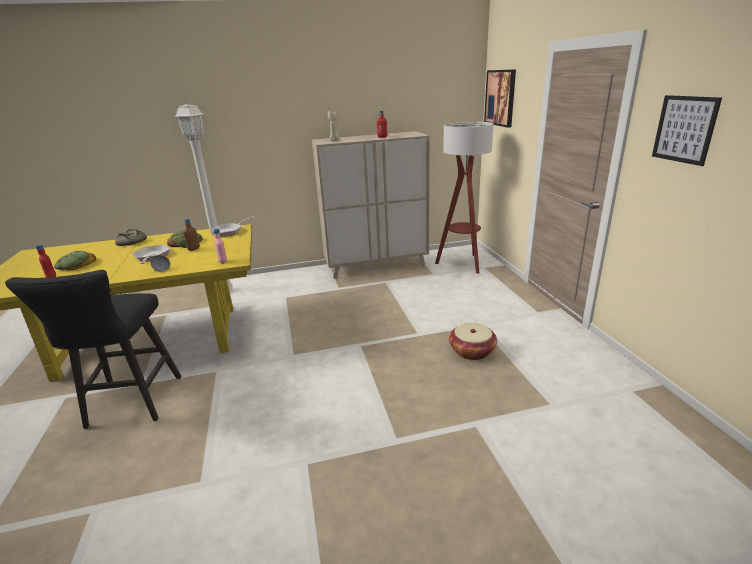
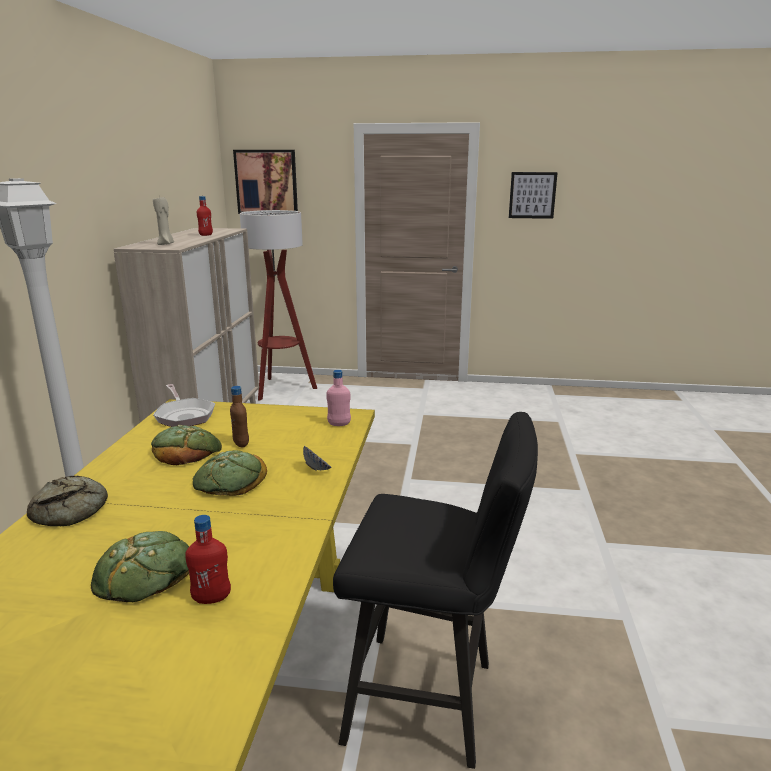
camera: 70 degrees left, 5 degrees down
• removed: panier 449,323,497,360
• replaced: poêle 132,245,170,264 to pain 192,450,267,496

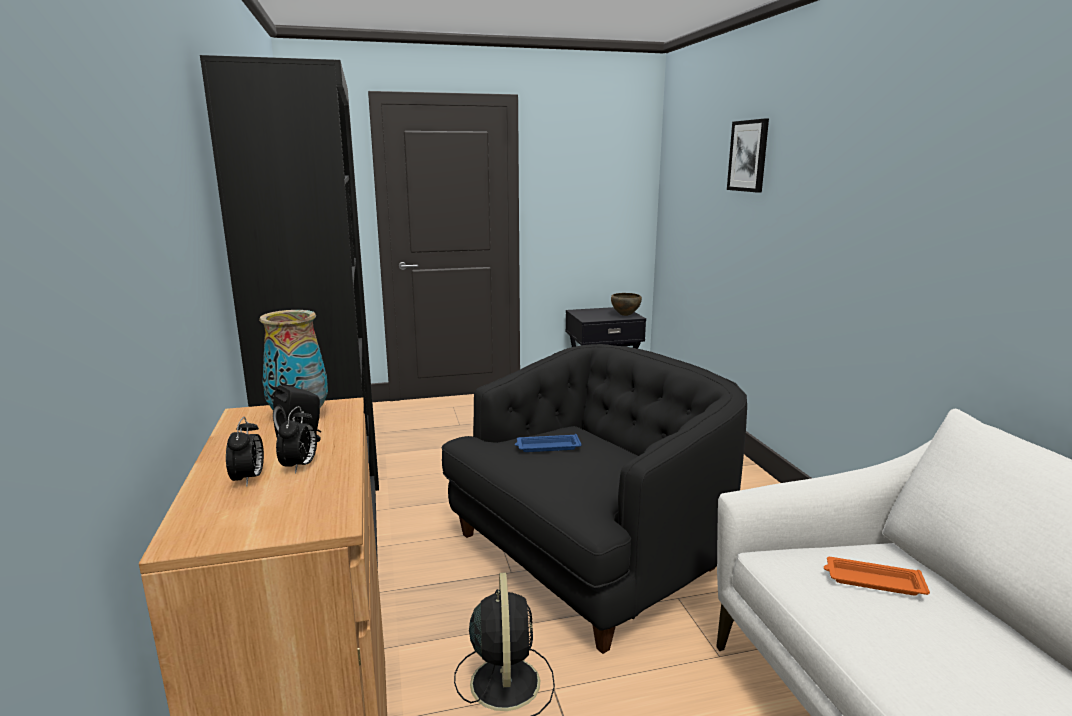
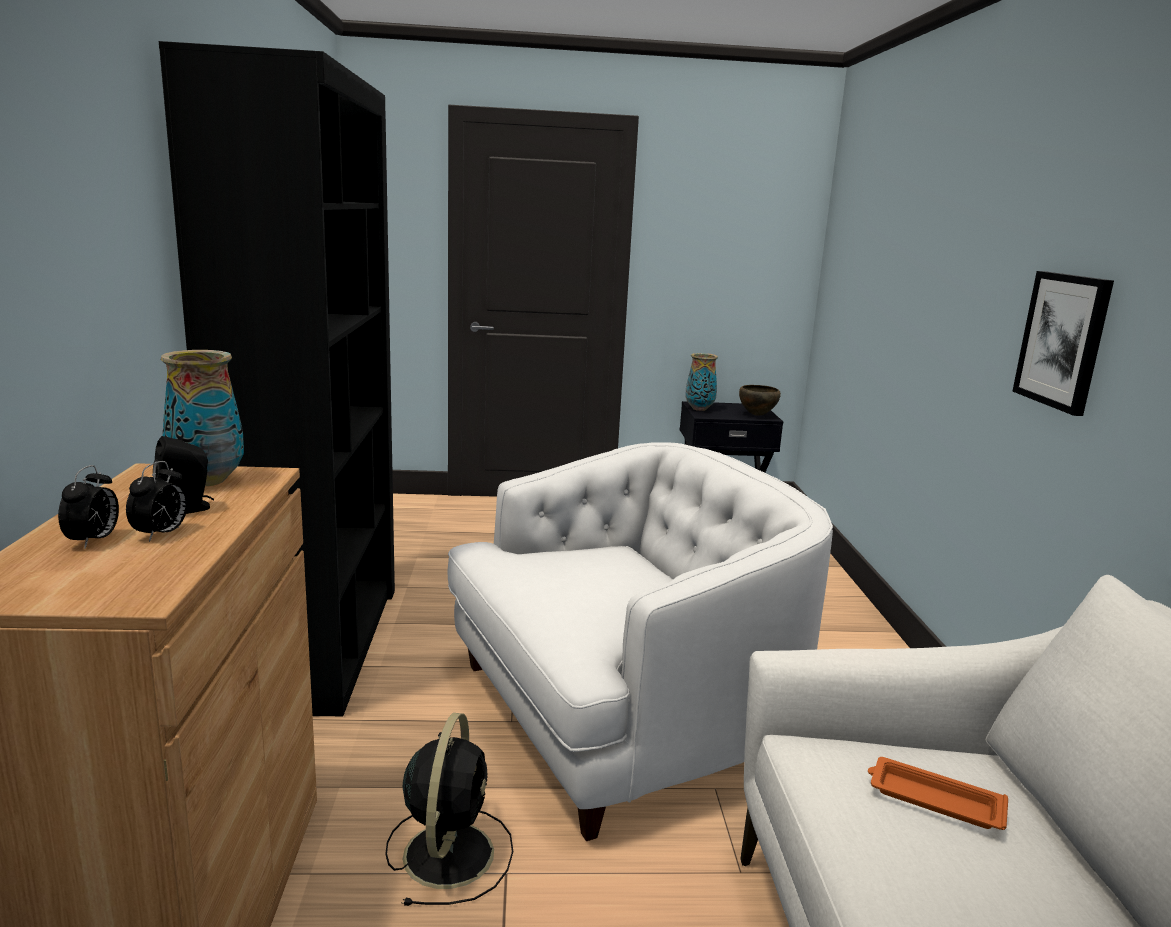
camera: 10 degrees right, 0 degrees up
• removed: plateau (bleu) 515,434,582,452
• added: vase 685,353,718,411
• moved: tableau 727,118,769,193 to 1012,271,1114,416
• recoloured: fauteuil (noir) 441,344,747,654 to fauteuil (blanc) 448,442,833,841

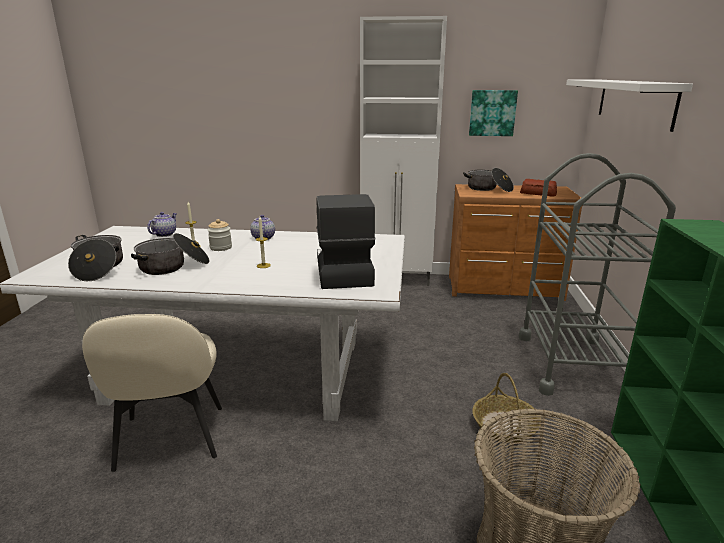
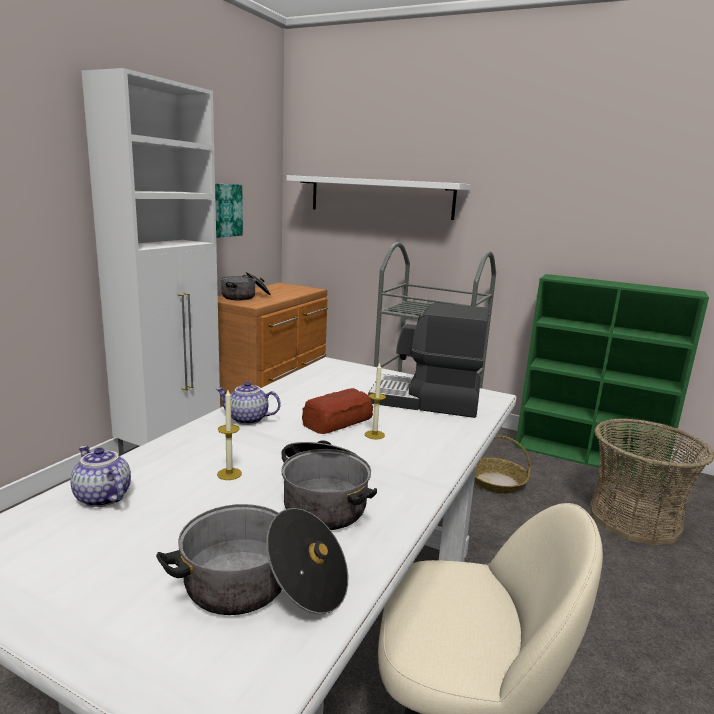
camera: 70 degrees left, 5 degrees down
• removed: bocal 208,219,232,251
• moved: pain 520,179,557,197 to 302,388,373,434

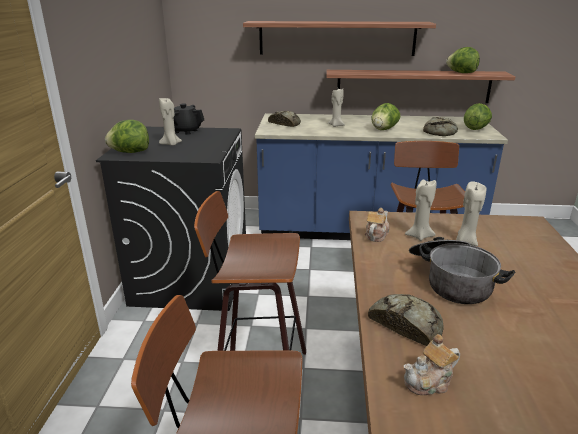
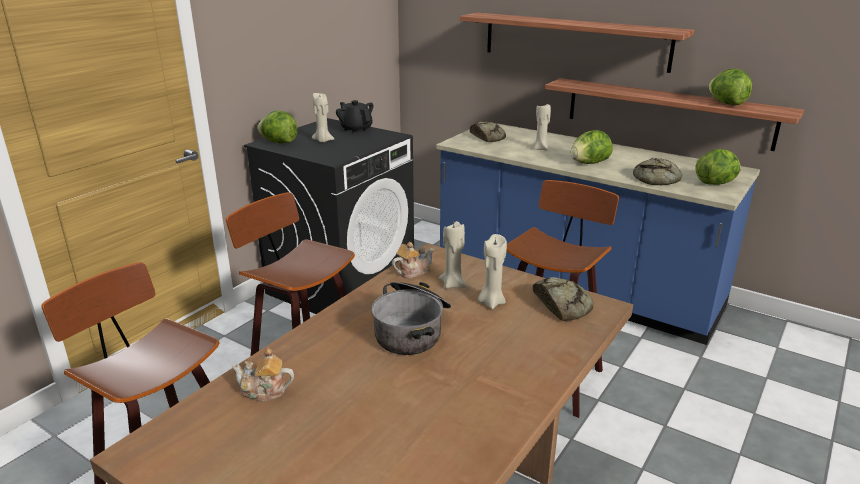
camera: 30 degrees right, 0 degrees up
• moved: pain 368,294,444,346 to 533,277,593,321

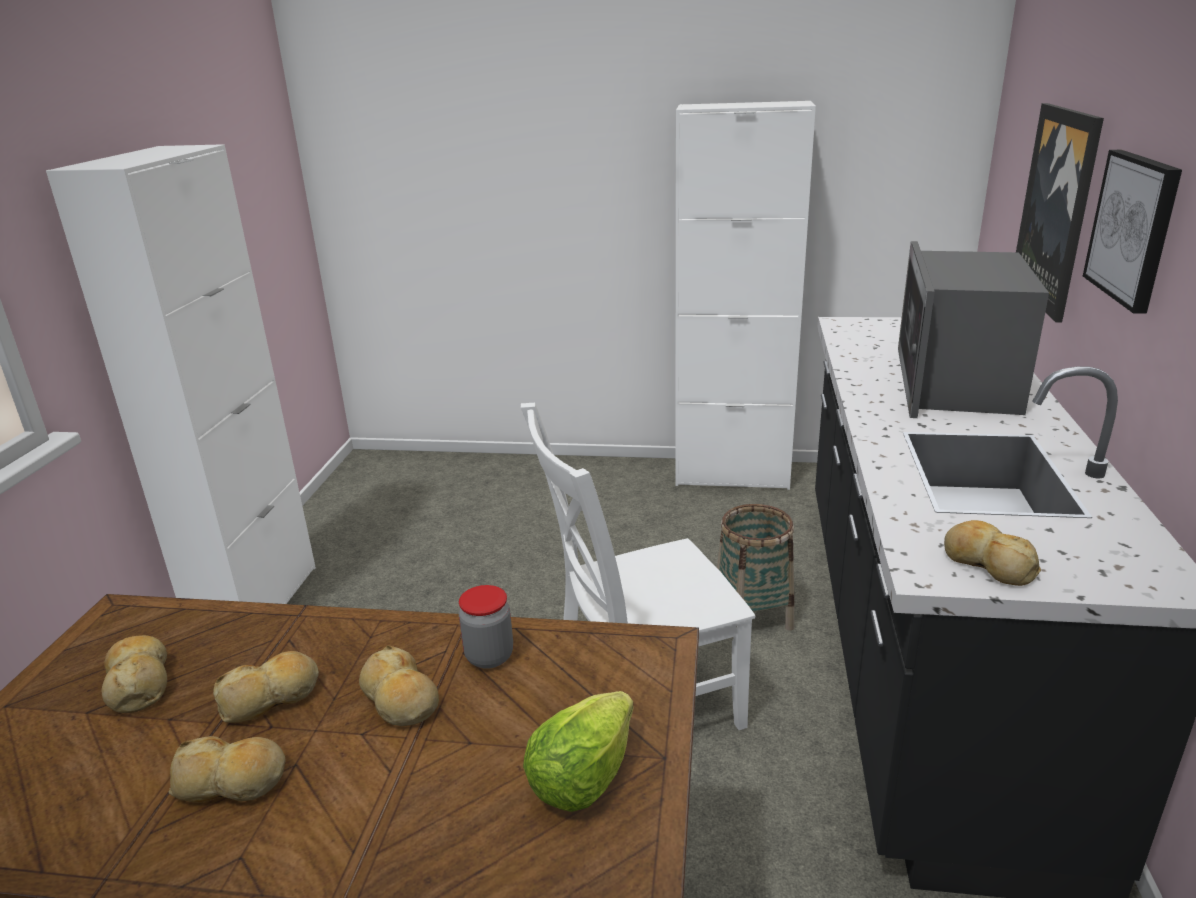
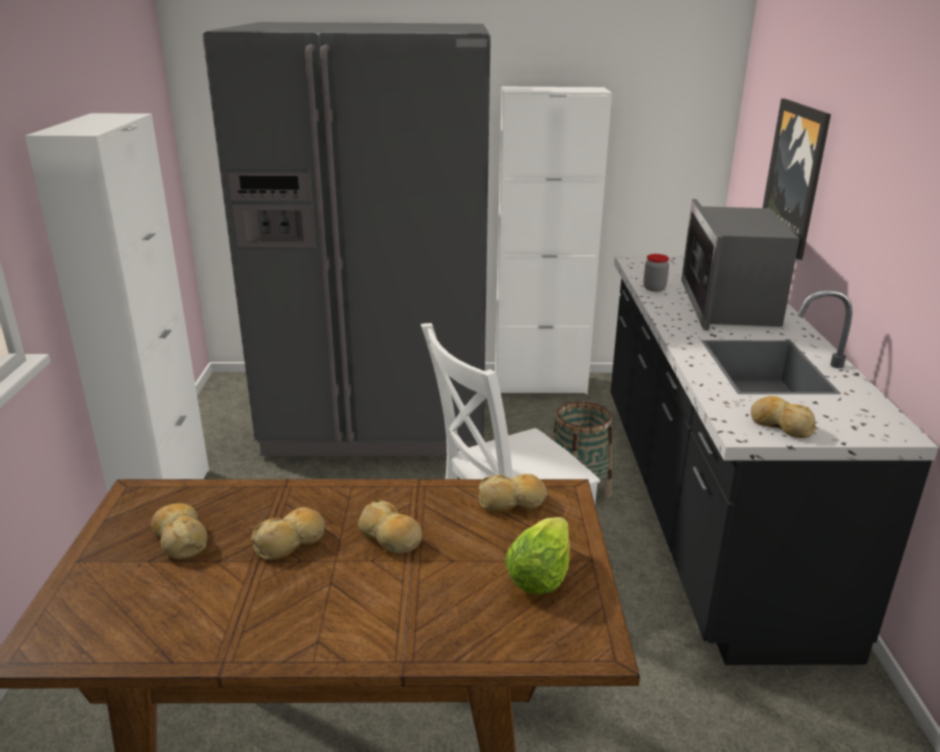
camera: 10 degrees left, 0 degrees up
• removed: tableau 1083,150,1182,314
• added: réfrigérateur (gris) 202,22,491,456
• moved: pain 169,736,286,803 to 479,474,547,512
• moved: bocal 459,585,513,669 to 643,254,669,292

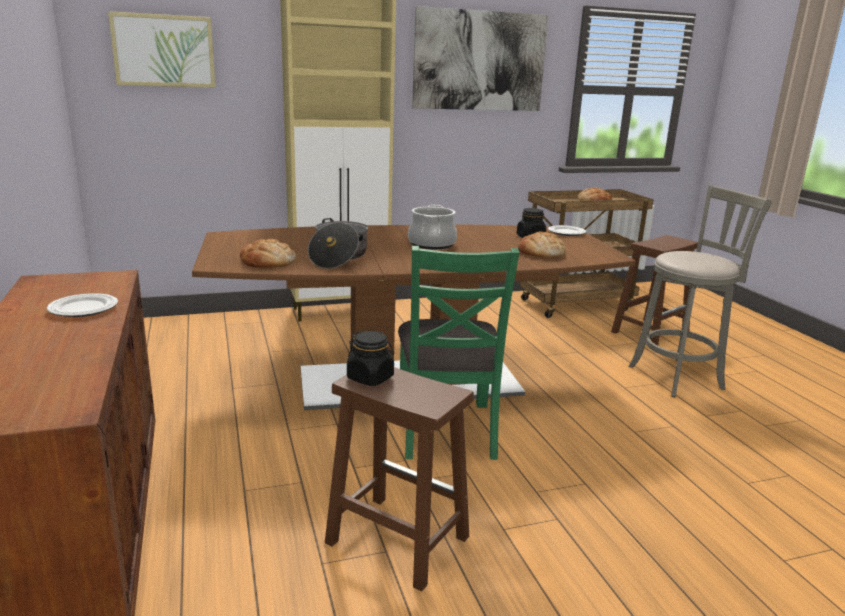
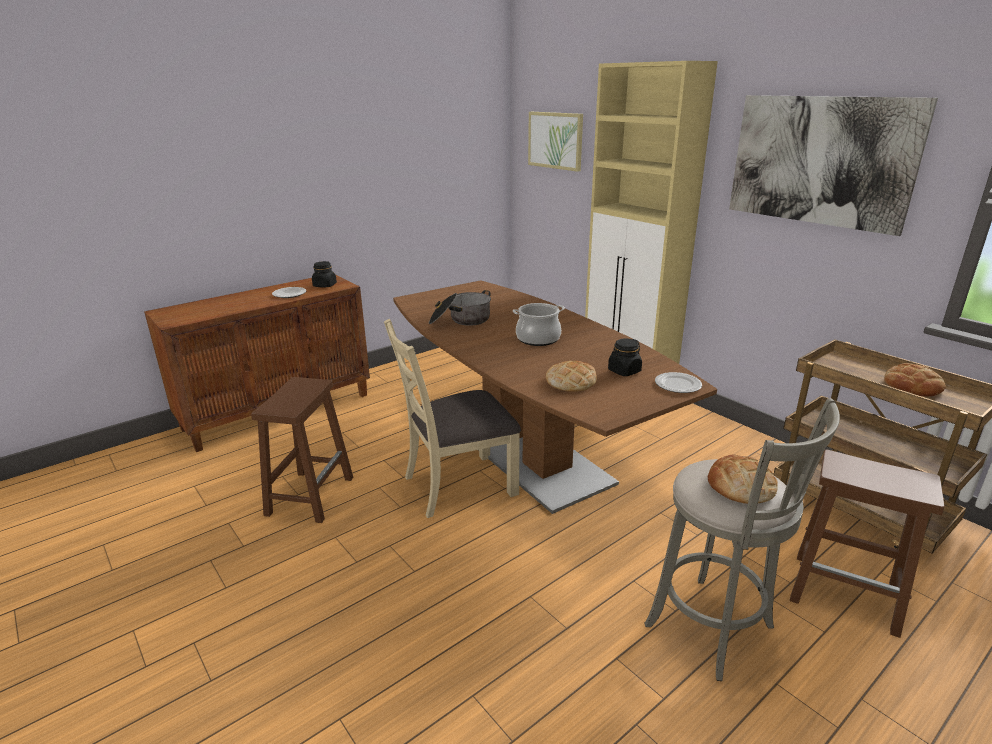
camera: 70 degrees right, 5 degrees up
• moved: pain 240,239,296,268 to 708,454,778,504
• moved: bocal (noir) 347,331,394,386 to 312,261,337,287
• recoloured: chaise (vert) 398,246,519,460 to chaise (beige) 384,319,521,518

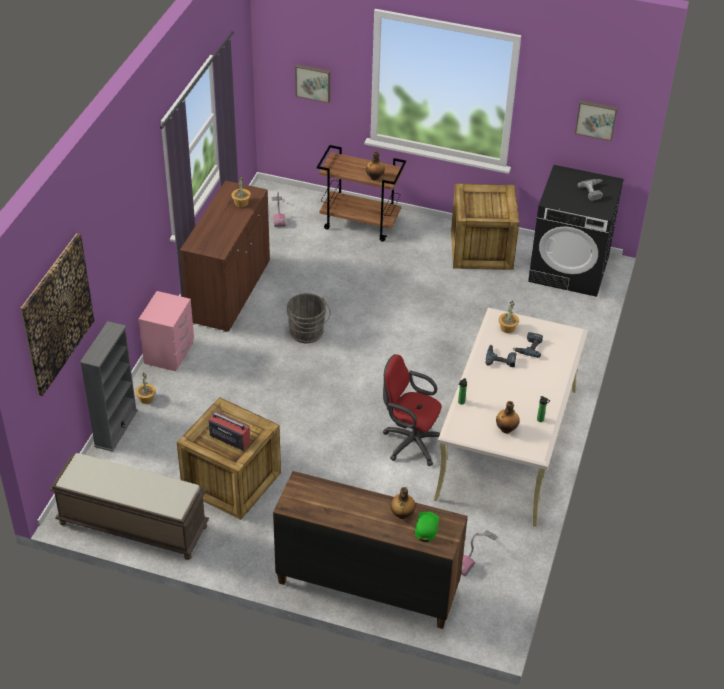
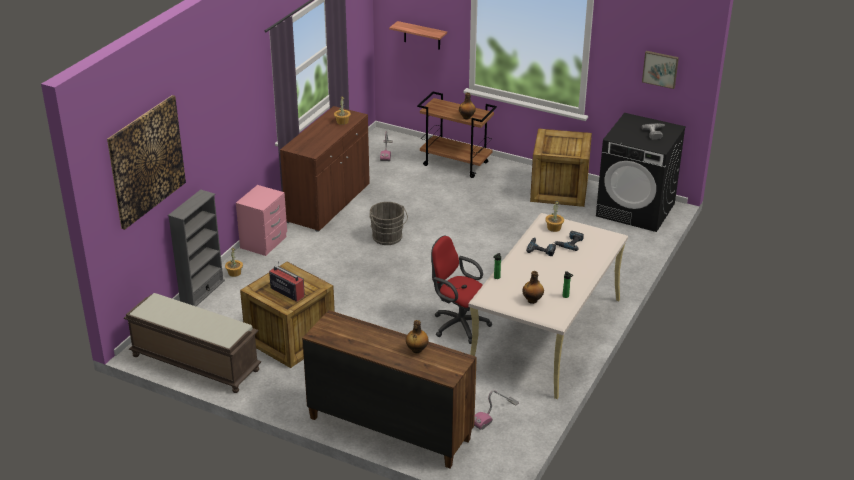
camera: 10 degrees right, 10 degrees down
• removed: casquette (vert) 415,512,439,542
• replaced: tableau 295,65,330,103 to étagère 389,21,447,50

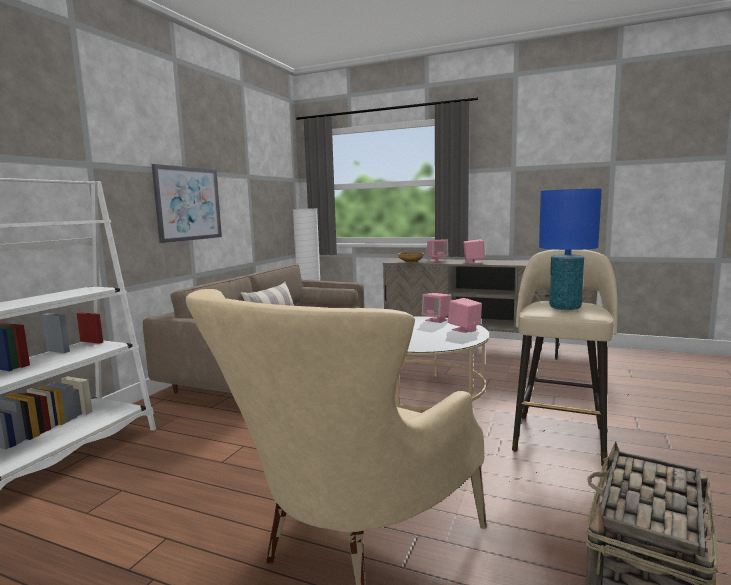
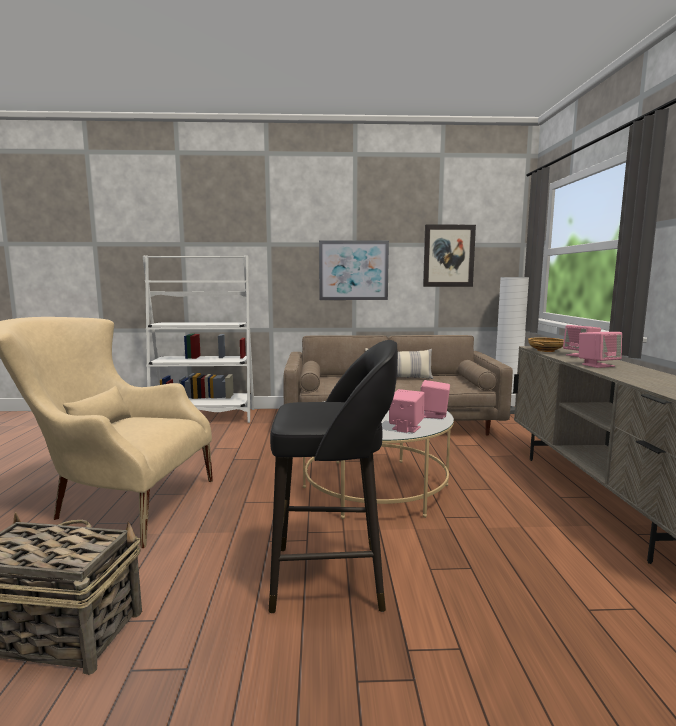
camera: 65 degrees right, 0 degrees up
• removed: lampe de table (bleu) 539,189,602,310
• added: tableau 423,224,476,287
• recoloured: tabouret (beige) 512,249,618,466 to tabouret (noir) 269,340,398,613

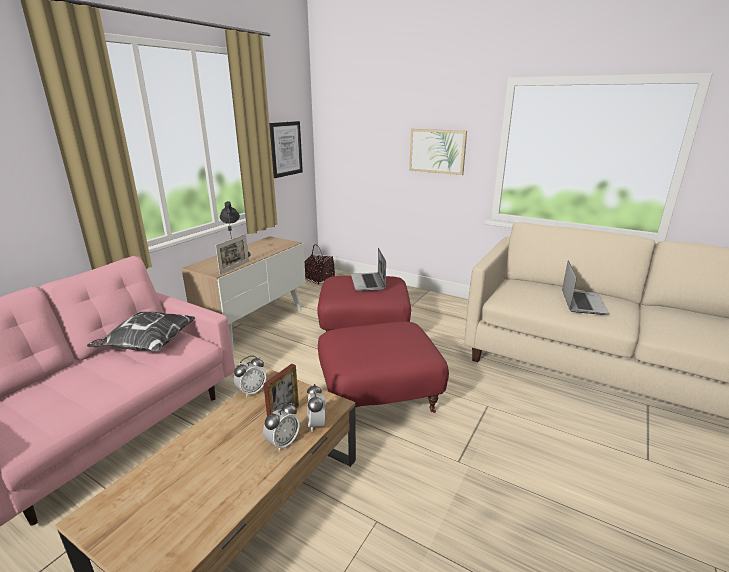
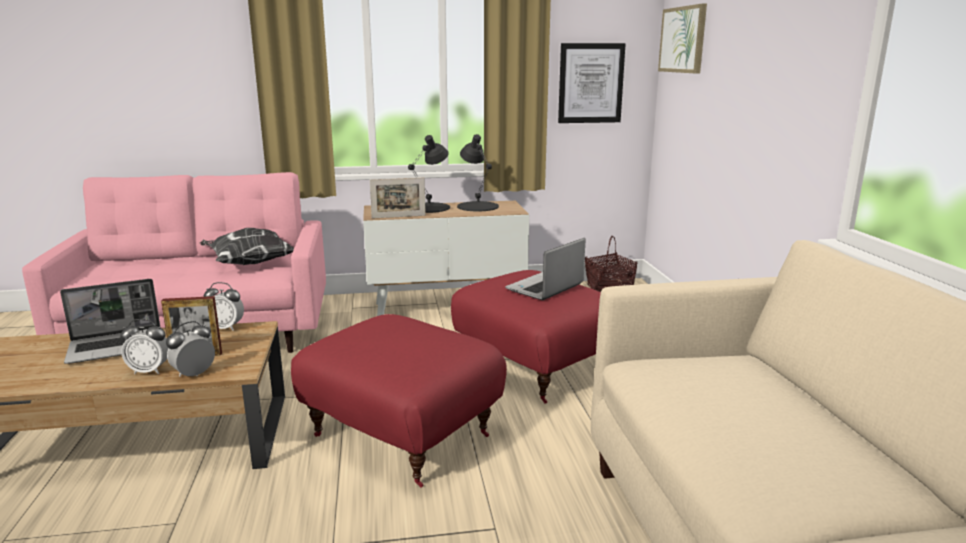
camera: 50 degrees right, 5 degrees down
• added: lampe de table (noir) 457,134,499,211
• moved: tableau 409,129,467,175 to 658,4,707,74
• moved: ordinateur portable 562,260,609,315 to 60,279,160,364

